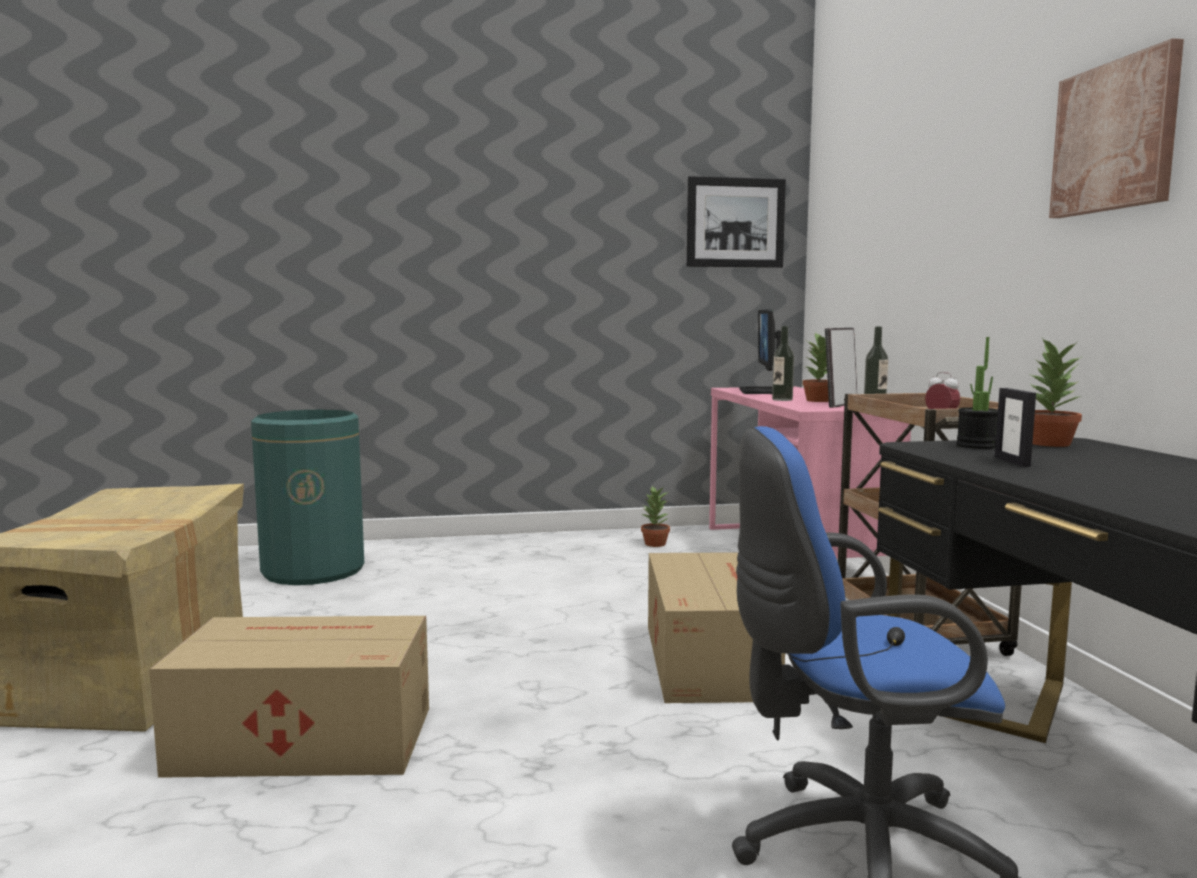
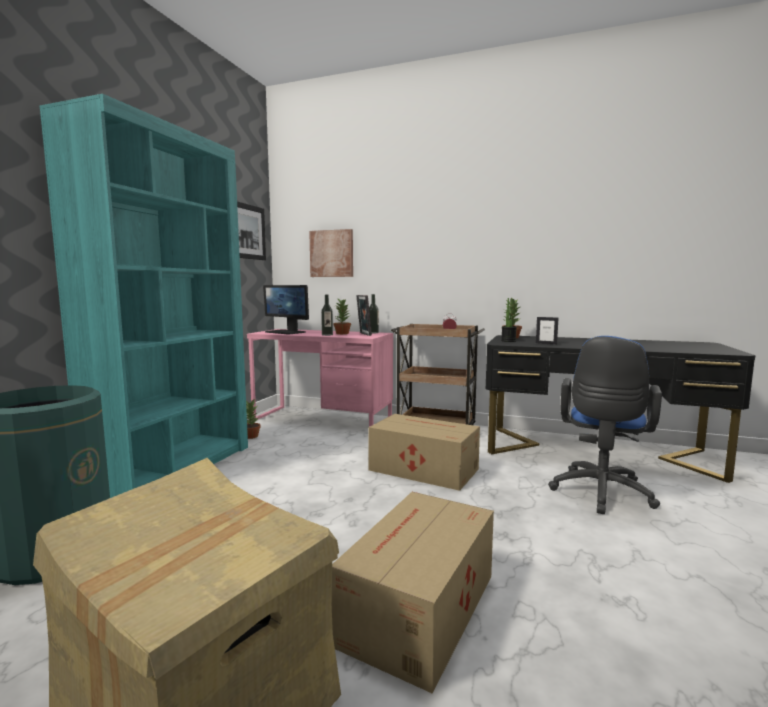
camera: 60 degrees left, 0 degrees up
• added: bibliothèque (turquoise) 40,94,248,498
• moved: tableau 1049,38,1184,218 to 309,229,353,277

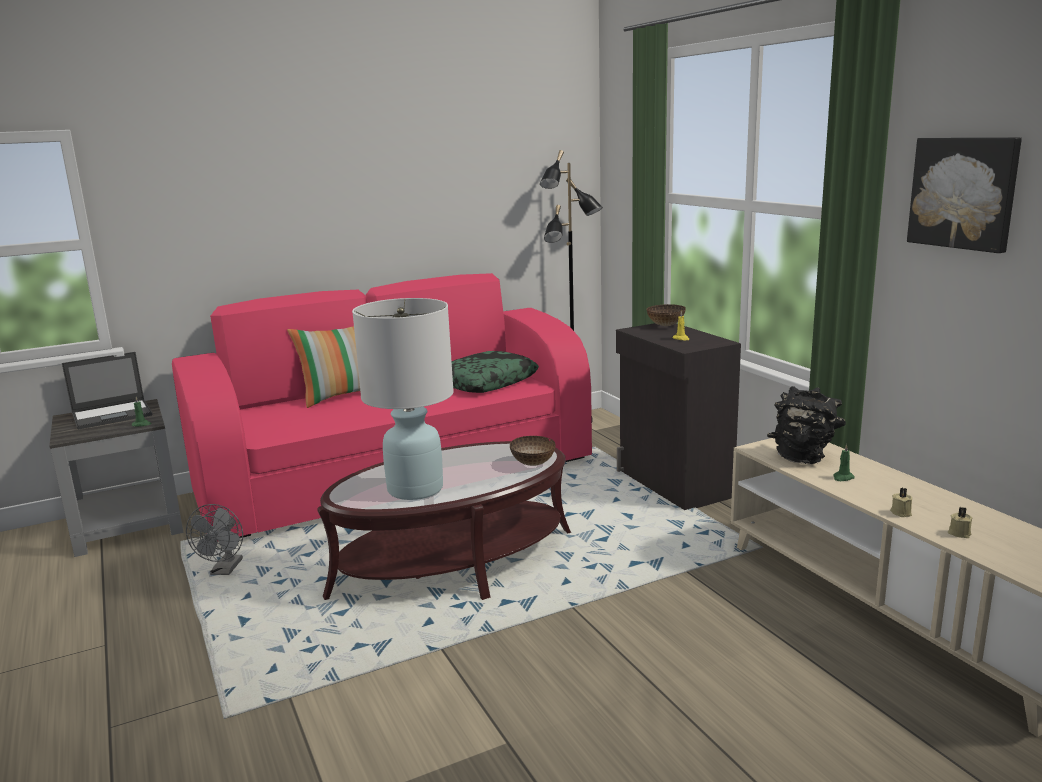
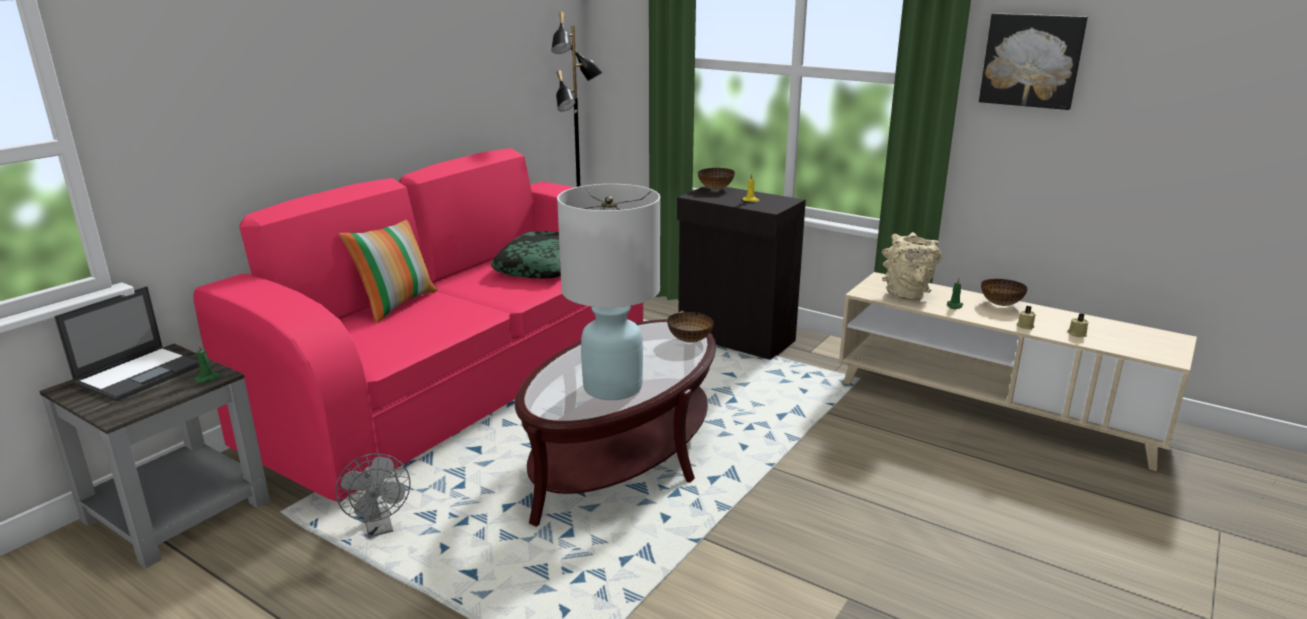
camera: 30 degrees left, 5 degrees up
• added: bol 981,279,1027,306
• recoloured: vase (noir) 767,386,846,465 to vase (beige) 882,232,942,300

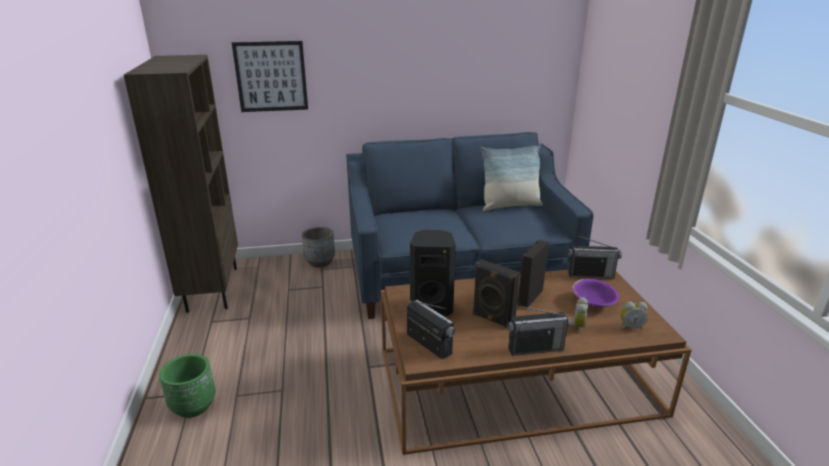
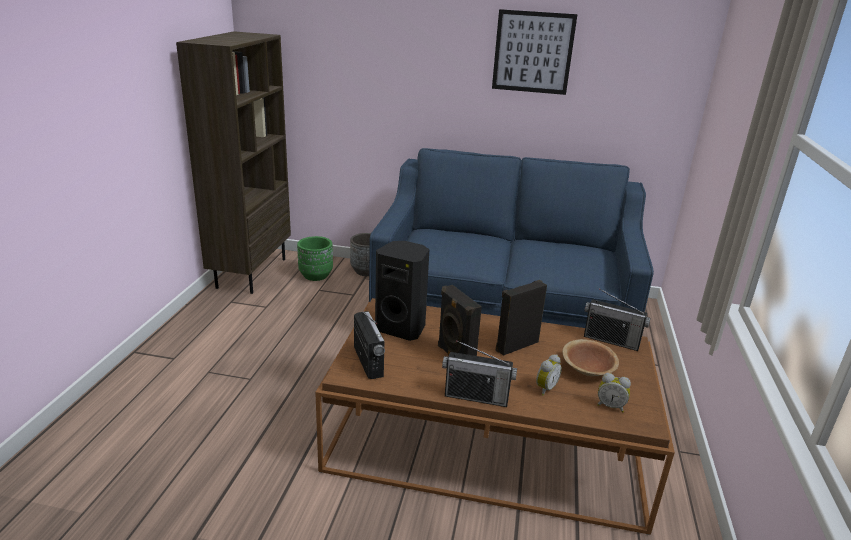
camera: 20 degrees right, 0 degrees up
• removed: coussin 481,145,543,211
• moved: cache-pot (vert) 159,354,215,418 to 297,236,333,281
• moved: tableau 232,41,308,112 to 492,9,577,95
• recoloured: bol (violet) 572,279,619,308 to bol (marron) 562,339,619,376

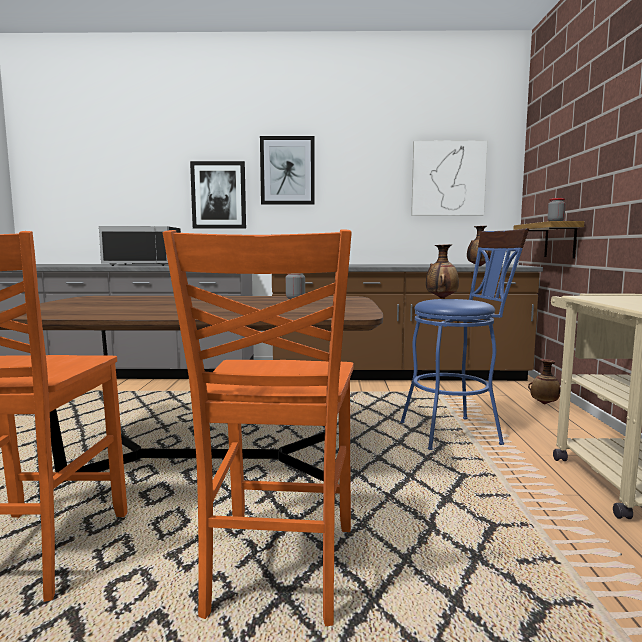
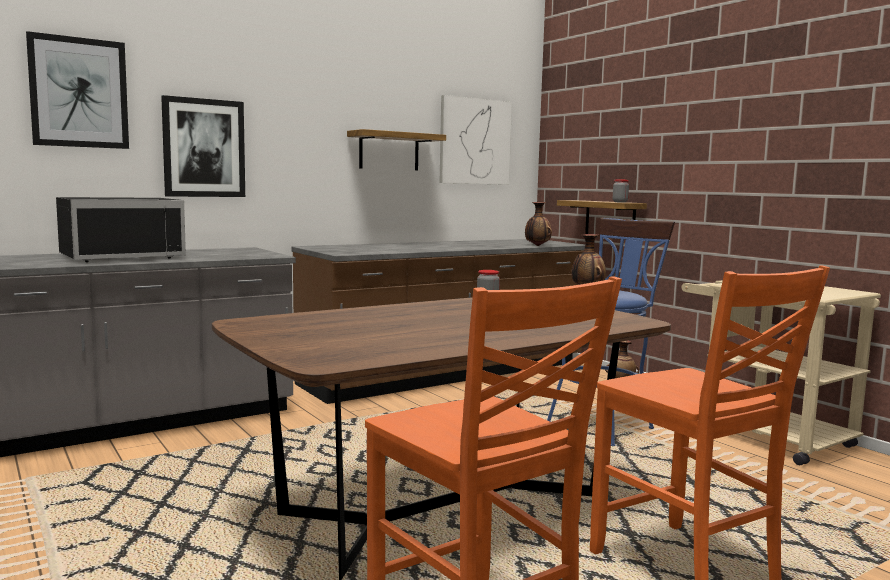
camera: 35 degrees left, 0 degrees up
• added: étagère 347,129,446,170
• moved: tableau 260,136,315,205 to 26,31,129,149

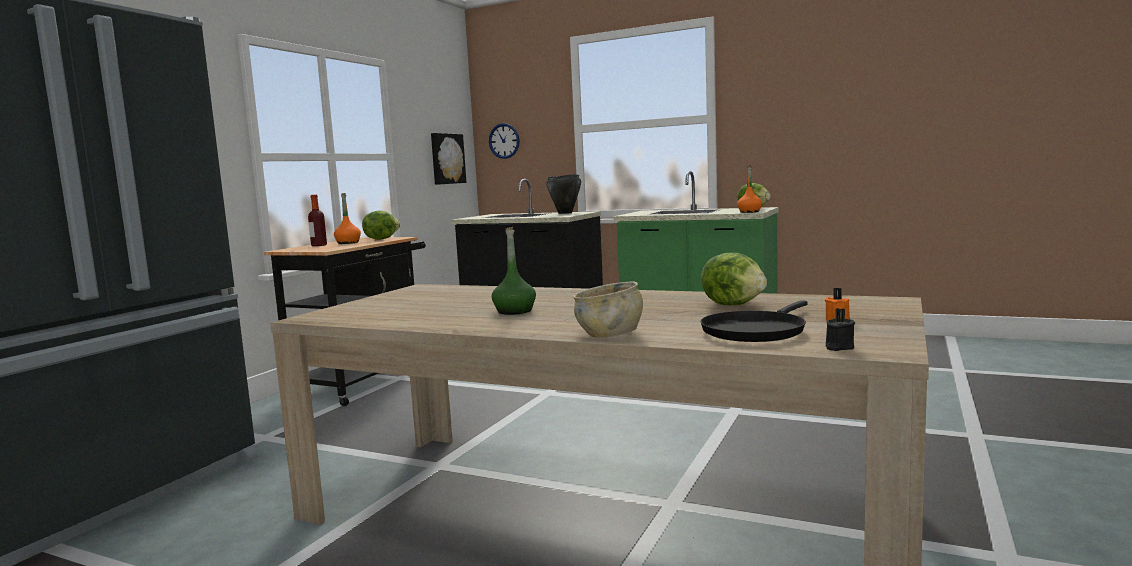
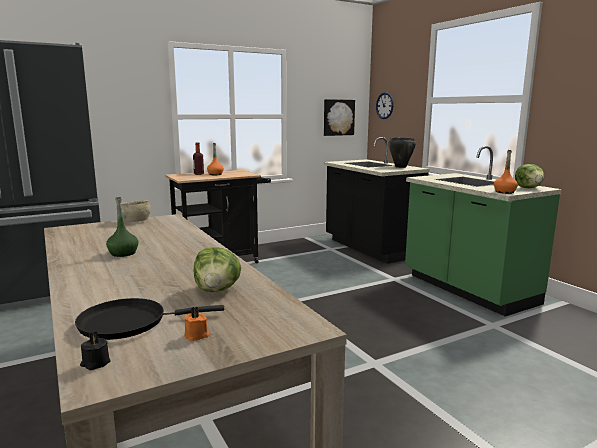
camera: 35 degrees right, 5 degrees up
• removed: laitue 362,211,400,240
• moved: bol (beige) 573,281,643,338 to 121,200,151,222

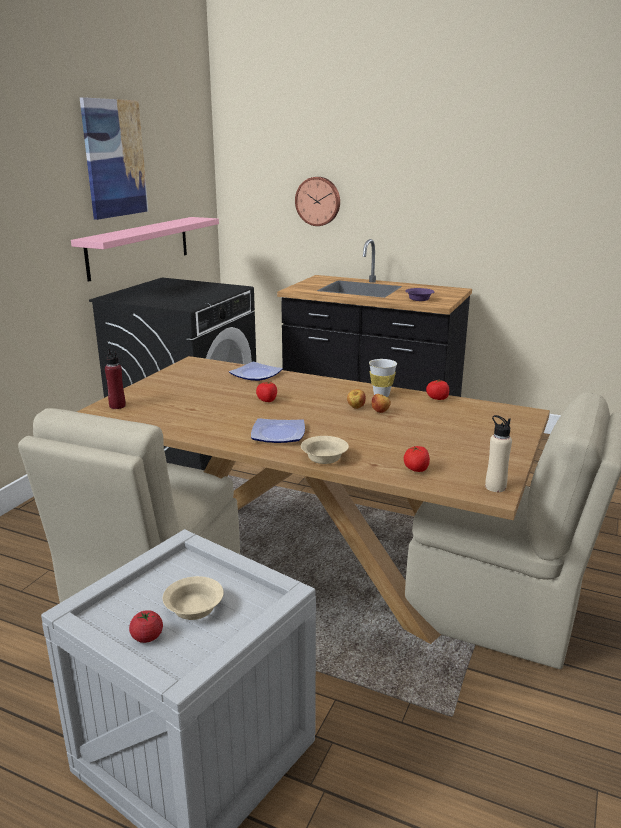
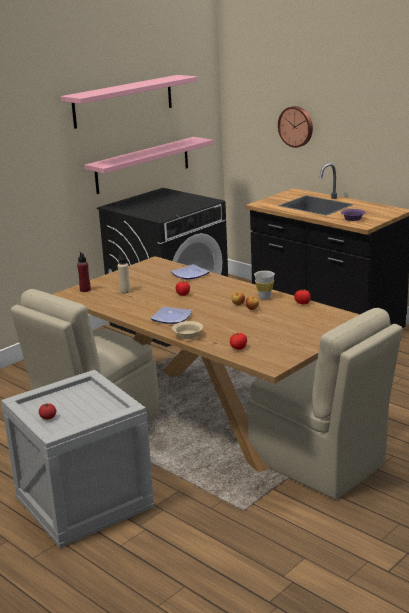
camera: 20 degrees right, 0 degrees up
• removed: bol (beige) 163,576,224,620
• moved: bouteille (beige) 485,415,512,492 to 117,252,130,293
• replaced: tableau 80,97,148,220 to étagère (rose) 61,75,198,129

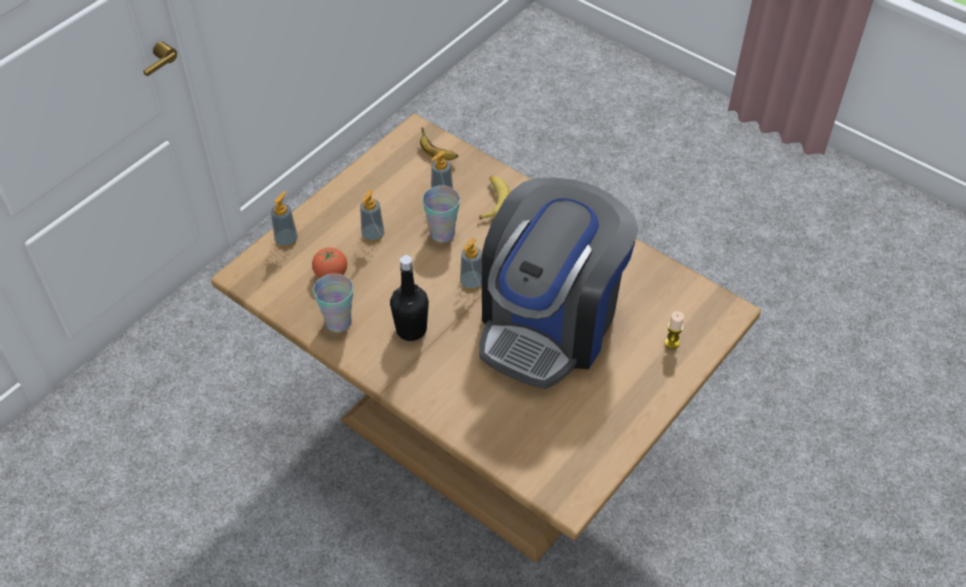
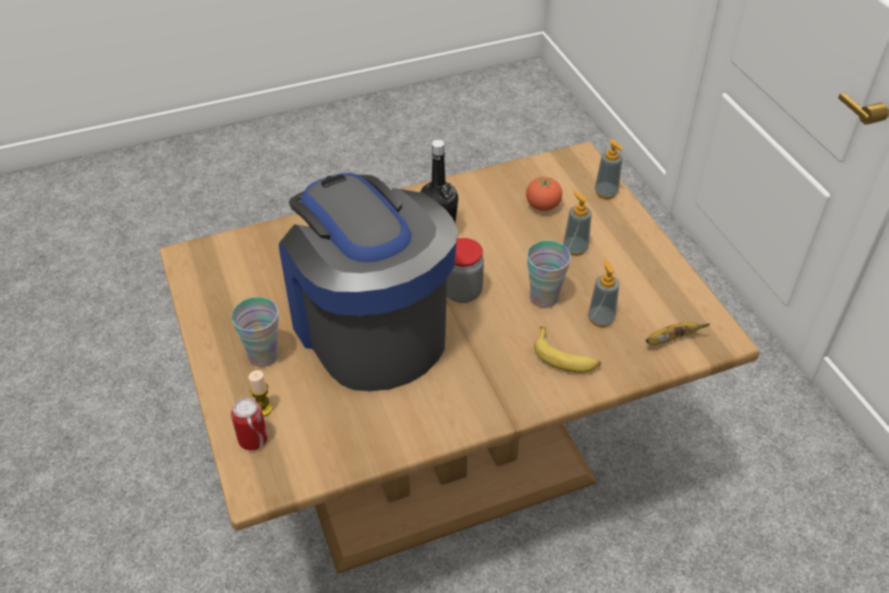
camera: 120 degrees right, 5 degrees down
• added: boîte métallique 231,398,268,450
• moved: tasse 313,274,353,332 to 231,297,279,367
• replaced: distributeur de savon 460,238,482,290 to bocal 447,238,484,303

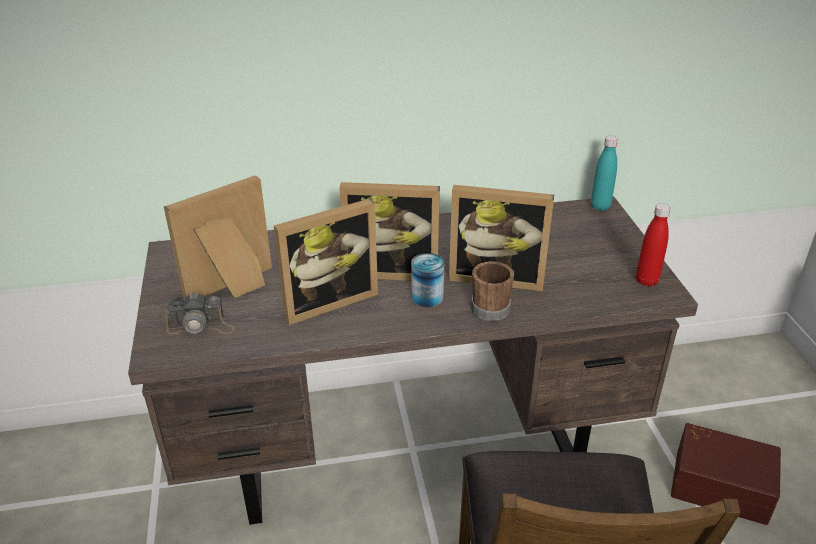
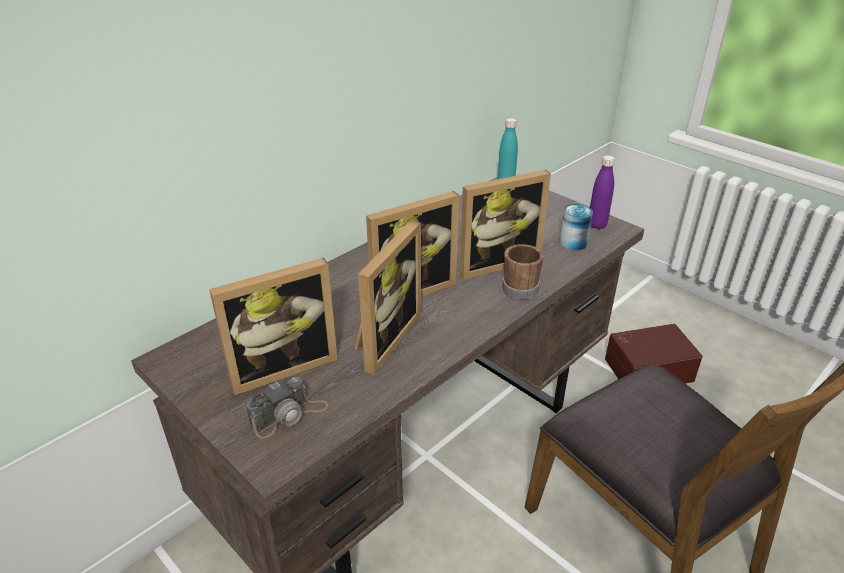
camera: 35 degrees left, 0 degrees up
• moved: boîte métallique 411,253,444,308 to 559,204,593,251
• recoloured: bouteille (rouge) 636,203,671,287 to bouteille (violet) 590,155,615,229
• turned: cadre photo 164,175,272,299 = 209,258,338,395 135 degrees counterclockwise

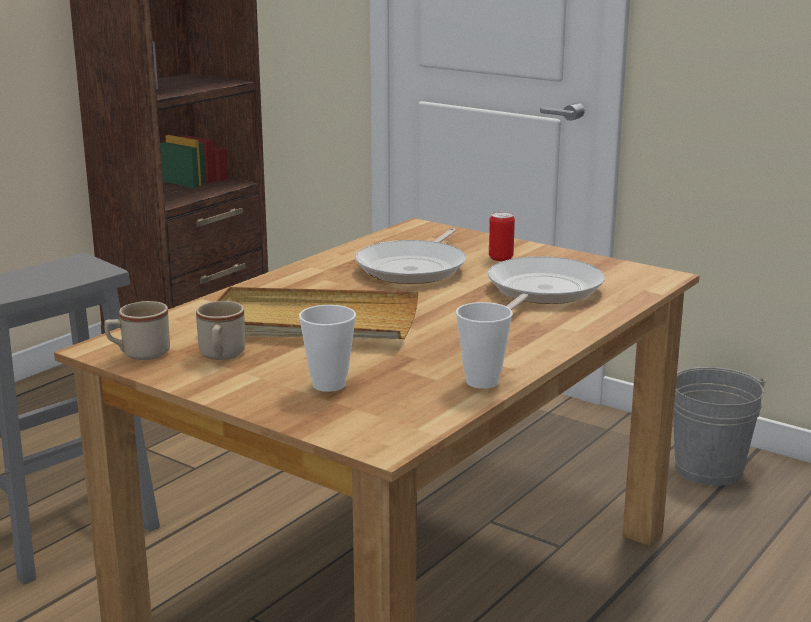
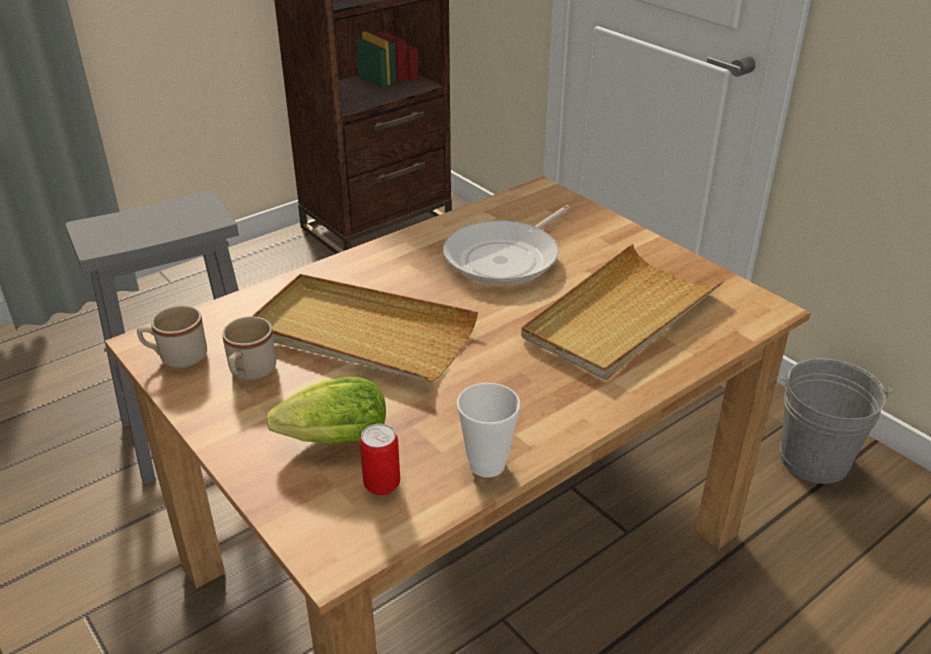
camera: 15 degrees right, 15 degrees up
• moved: boîte métallique 489,212,515,261 to 360,424,400,495
• replaced: tasse 299,305,356,392 to laitue 266,377,386,444
• replaced: poêle 488,256,605,310 to plateau (beige) 521,244,724,380

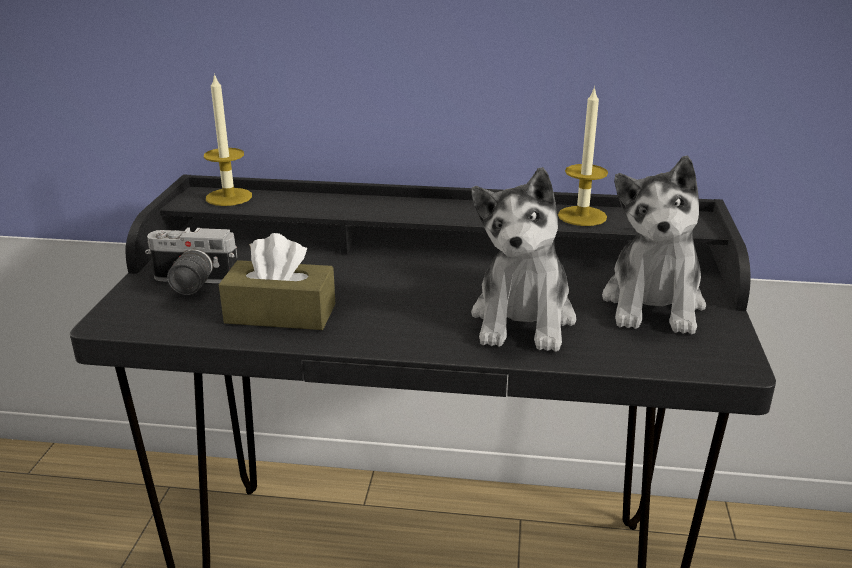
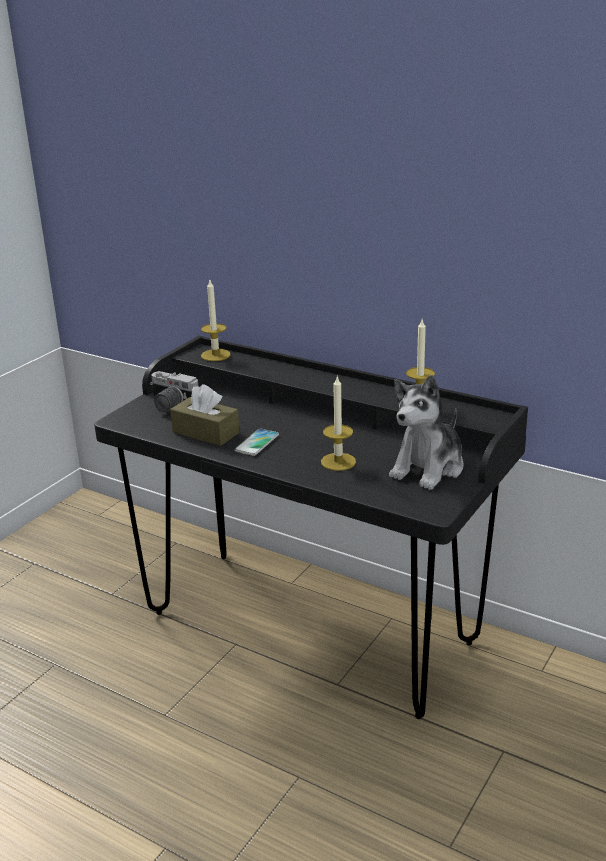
camera: 25 degrees right, 0 degrees up
• added: téléphone 234,428,279,456
• replaced: peluche 471,167,576,352 to bougie 321,375,356,471

